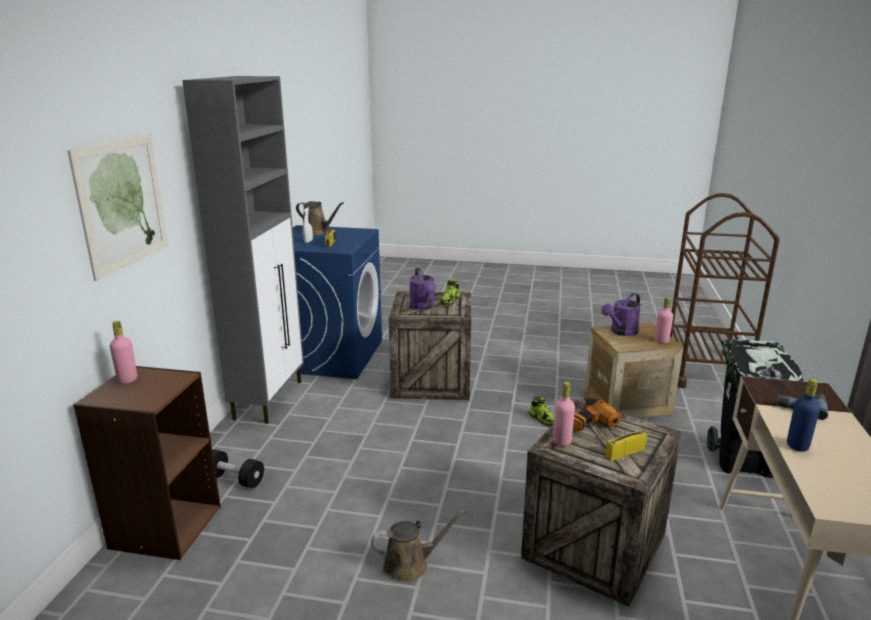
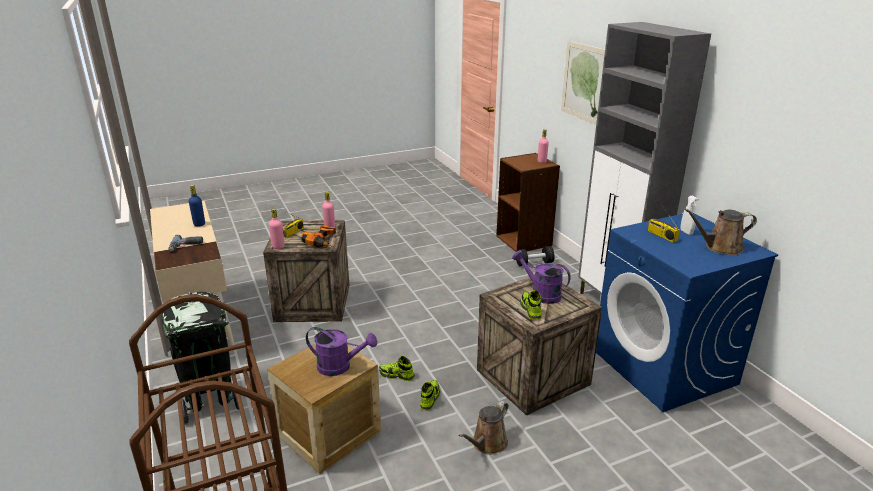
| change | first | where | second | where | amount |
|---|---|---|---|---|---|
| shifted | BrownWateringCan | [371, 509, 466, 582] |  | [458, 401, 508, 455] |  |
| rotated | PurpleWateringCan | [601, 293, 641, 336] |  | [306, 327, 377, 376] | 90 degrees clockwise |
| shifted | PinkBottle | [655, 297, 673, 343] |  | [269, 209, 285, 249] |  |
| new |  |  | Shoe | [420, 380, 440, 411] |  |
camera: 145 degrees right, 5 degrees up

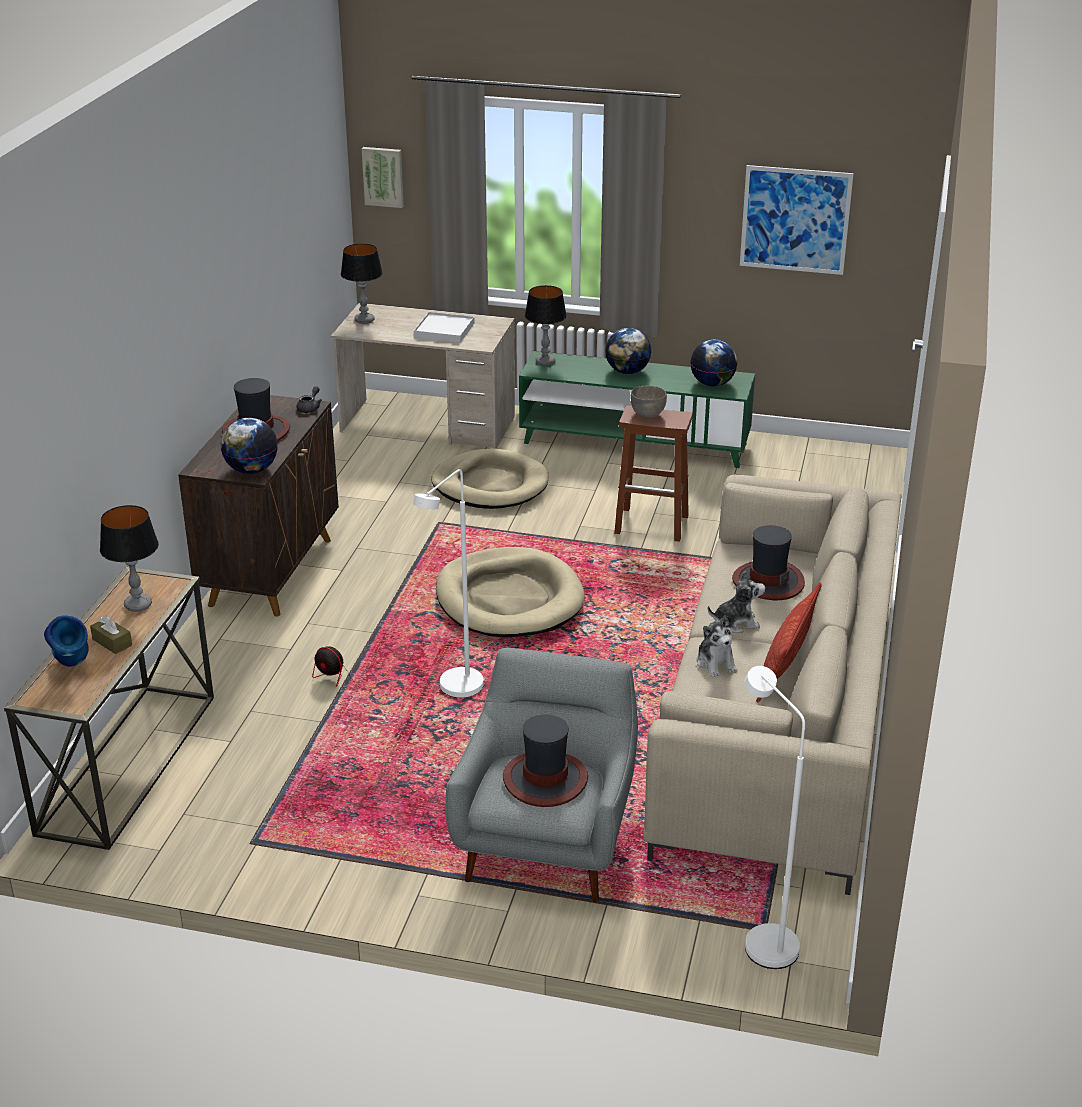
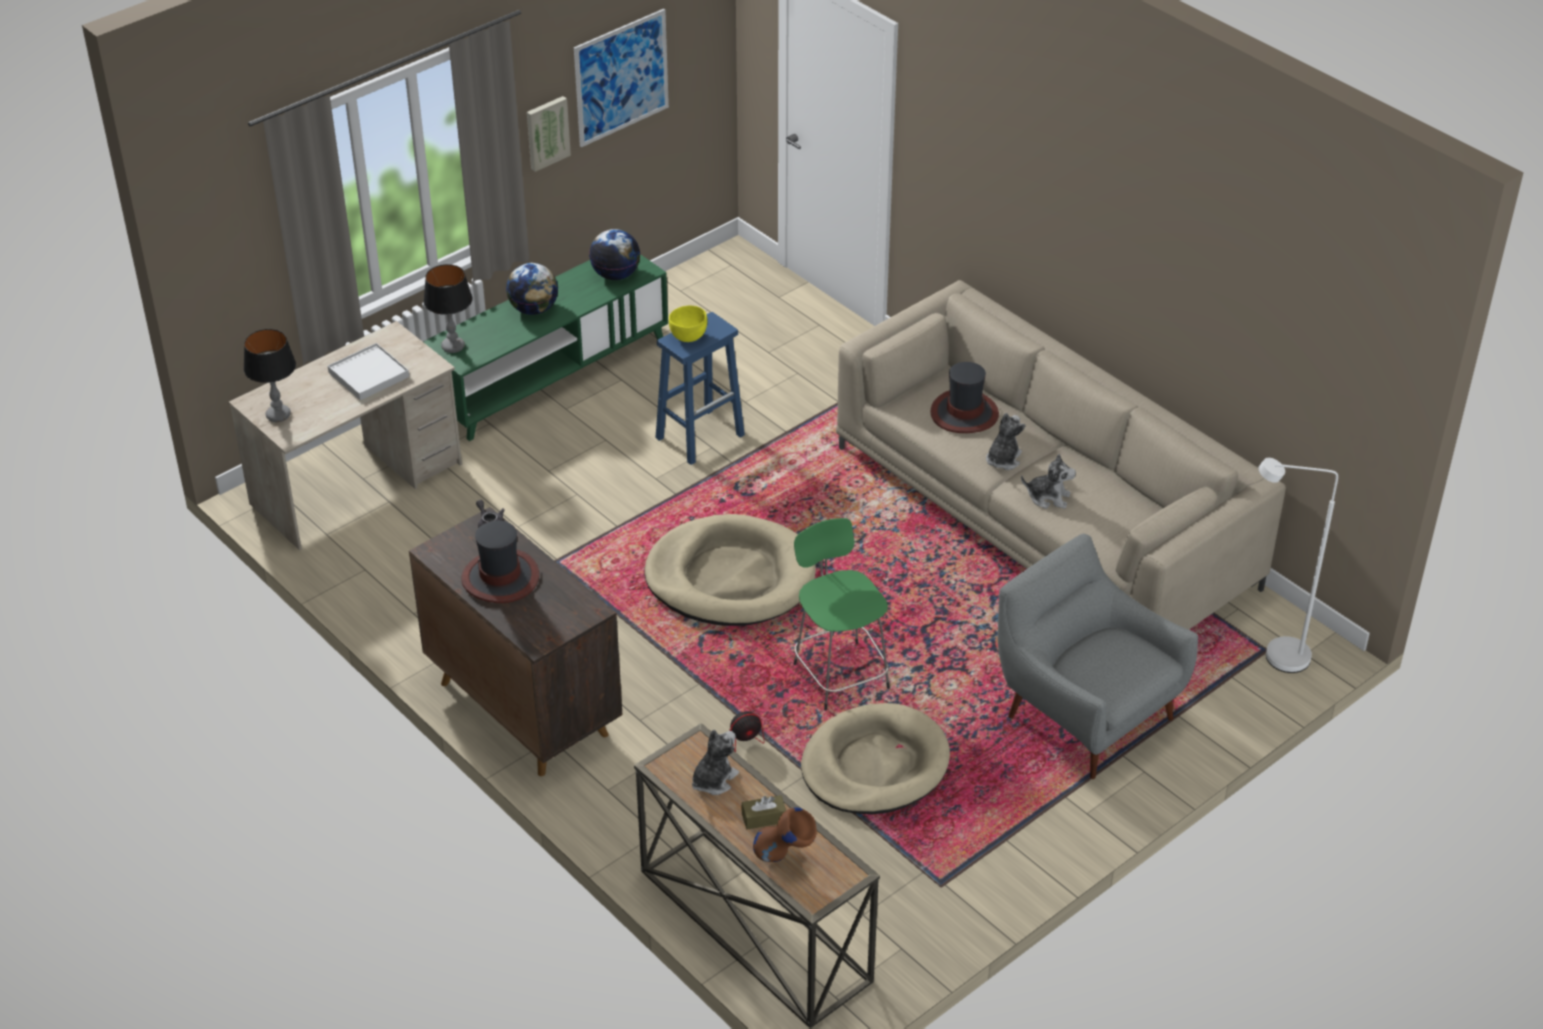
| change | first | where | second | where | amount |
|---|---|---|---|---|---|
| repainted | BlueVase | [44, 615, 89, 667] | BrownVase | [753, 807, 817, 862] |  |
| swapped | TableLamp | [100, 505, 159, 612] | PlushToy | [692, 730, 739, 795] |  |
| gone | Globe | [221, 418, 278, 474] |  |  |  |
| shifted | Picture | [362, 147, 404, 208] |  | [527, 96, 571, 172] |  |
| swapped | WhiteFloorLamp | [413, 469, 484, 698] | GreenStool | [794, 518, 890, 711] |  |
| shifted | BeigeDogBed | [431, 448, 548, 509] |  | [801, 703, 950, 814] |  |
| gone | Hat | [503, 714, 588, 807] |  |  |  |
| repainted | BrownStool | [614, 405, 693, 542] | BlueStool | [655, 312, 745, 465] |  |
| repainted | GreyBowl | [630, 386, 667, 418] | YellowBowl | [669, 306, 707, 342] |  |
| gone | Pillow | [756, 582, 821, 702] |  |  |  |
camera: 55 degrees left, 10 degrees up

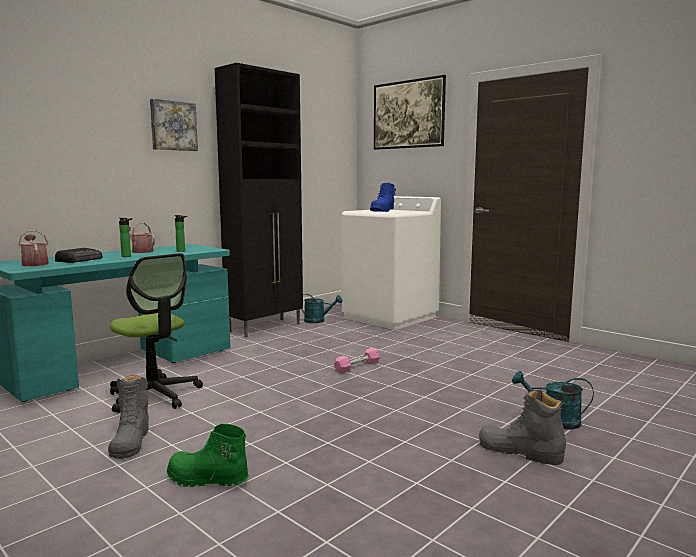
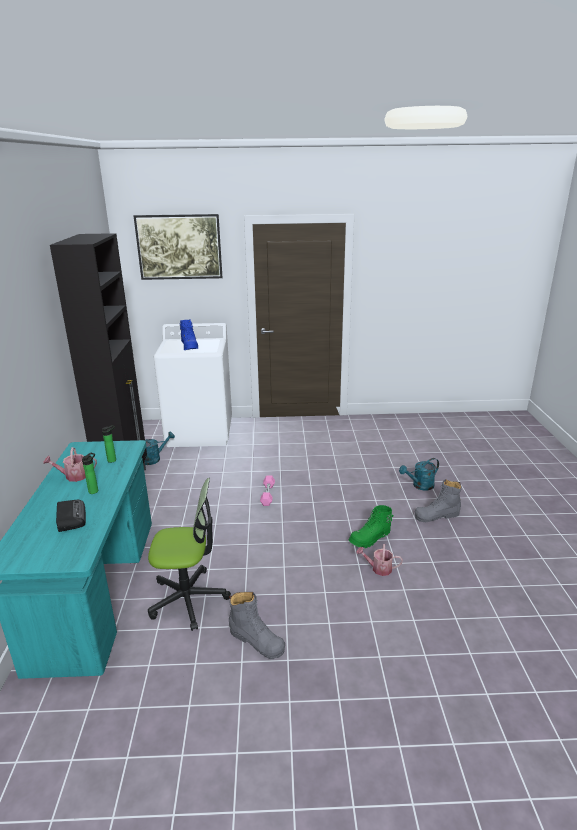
| change | first | where | second | where | amount |
|---|---|---|---|---|---|
| shifted | WateringCan | [18, 230, 49, 266] |  | [356, 544, 403, 576] |  |
| gone | Picture | [150, 99, 198, 151] |  |  |  |
| shifted | GreenBoot | [167, 424, 249, 487] |  | [349, 505, 394, 548] |  |
camera: 45 degrees left, 15 degrees up

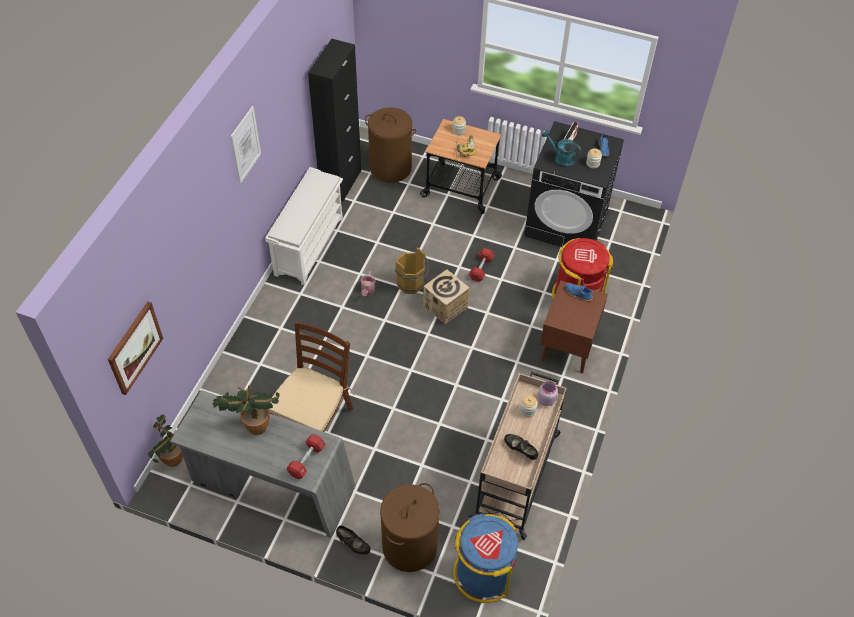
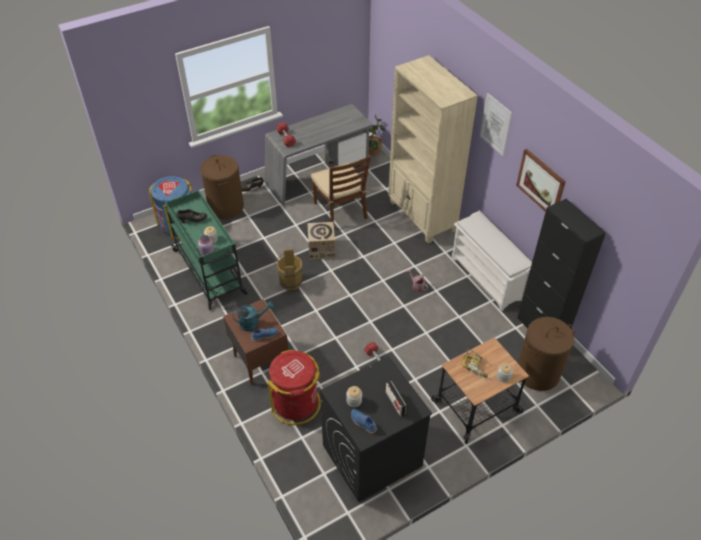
| change | first | where | second | where | amount |
|---|---|---|---|---|---|
| shifted | Picture | [108, 302, 163, 395] |  | [516, 149, 566, 212] |  |
| gone | PottedPlant | [212, 385, 280, 435] |  |  |  |
| shifted | BrownBucket | [395, 247, 429, 294] |  | [273, 249, 303, 290] |  |
| shifted | CardboardBox | [423, 269, 470, 324] |  | [307, 222, 335, 260] |  |
| repainted | BeigeCart | [468, 372, 567, 540] | GreenCart | [165, 190, 248, 310] |  |
| shifted | TurquoiseWateringCan | [542, 130, 581, 168] |  | [232, 301, 274, 331] |  |
| new |  |  | BeigeBookcase | [388, 55, 478, 243] |  |
camera: 130 degrees right, 5 degrees down

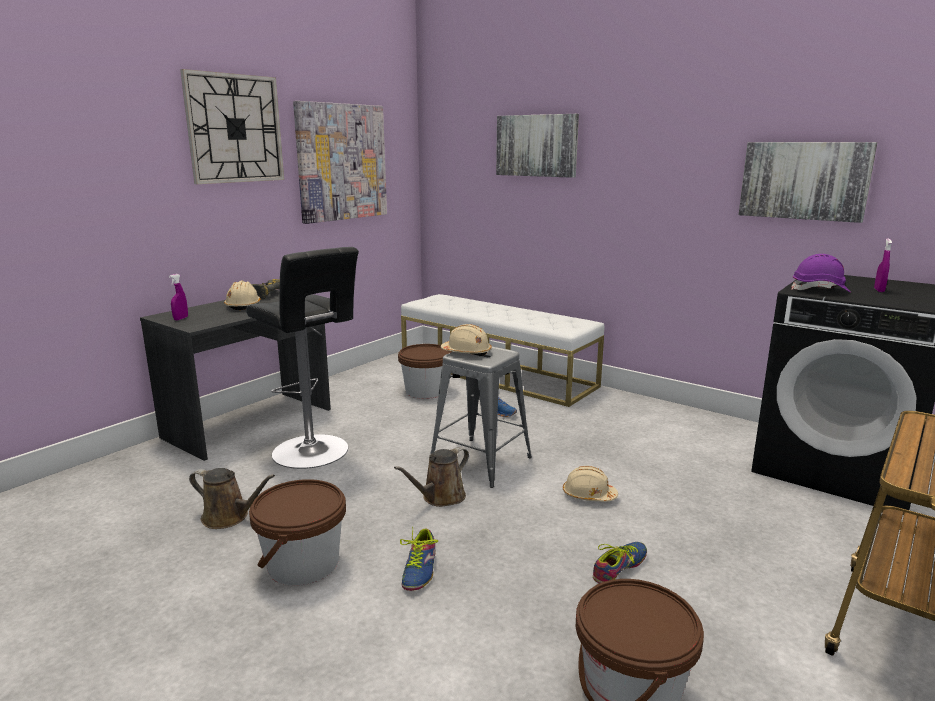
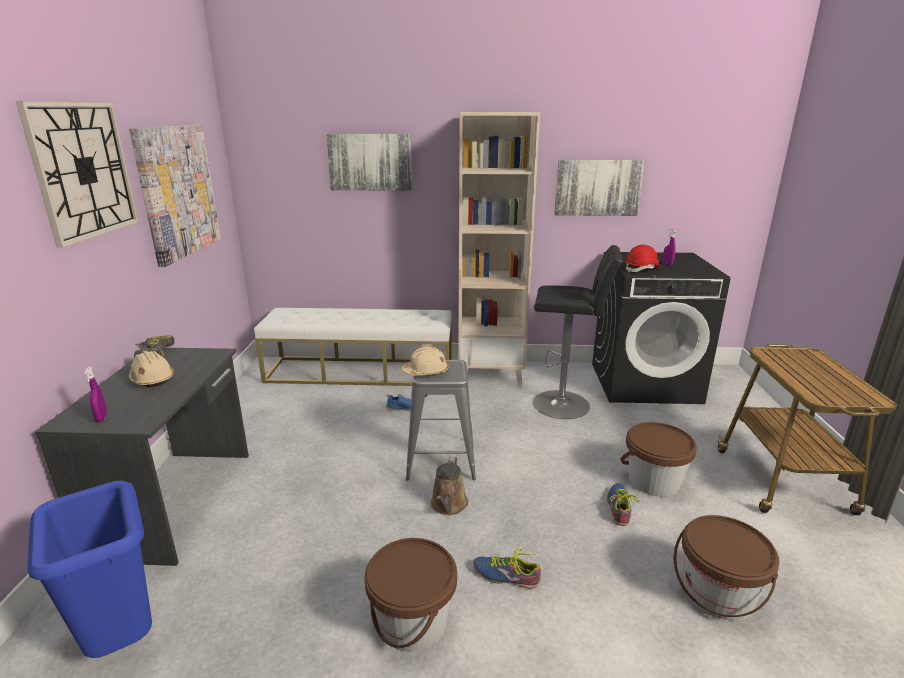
| change | first | where | second | where | amount |
|---|---|---|---|---|---|
| gone | BrownWateringCan | [189, 468, 275, 529] |  |  |  |
| shifted | BlackStool | [246, 247, 359, 469] |  | [533, 245, 623, 419] |  |
| shifted | BrownBucket | [398, 344, 453, 399] |  | [620, 422, 697, 497] |  |
| rotated | Shoe | [400, 526, 438, 591] |  | [473, 548, 541, 589] | 135 degrees clockwise |
| gone | BeigeHardHat | [563, 466, 618, 501] |  |  |  |
| repainted | PurpleHardHat | [791, 254, 851, 293] | RedHardHat | [625, 244, 661, 273] |  |
| new |  |  | BlueTrashCan | [28, 480, 152, 658] |  |
| new |  |  | BeigeBookcase | [458, 112, 540, 386] |  |
camera: 35 degrees left, 5 degrees up

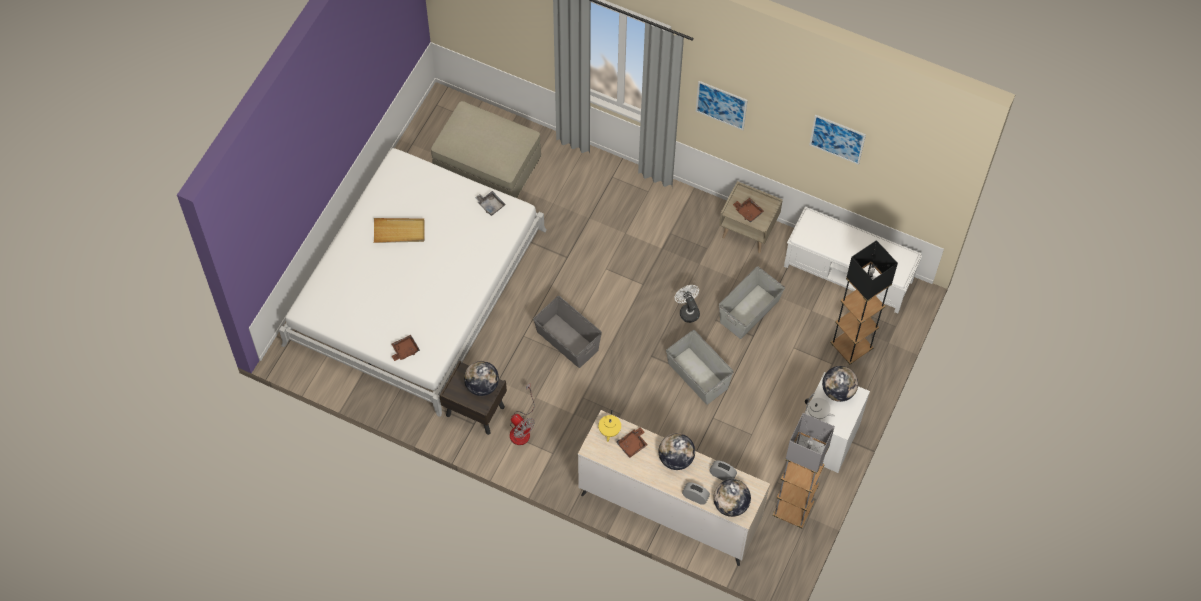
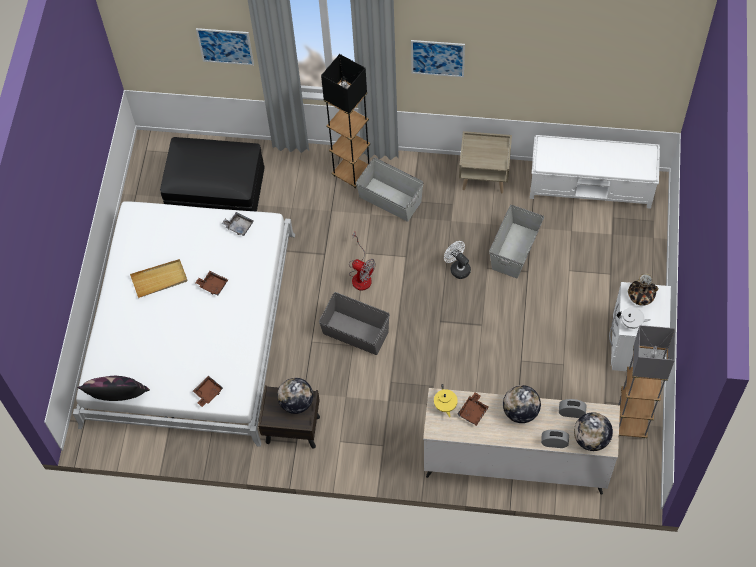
| change | first | where | second | where | amount |
|---|---|---|---|---|---|
| repainted | BeigeOttoman | [431, 101, 541, 198] | BlackOttoman | [160, 137, 265, 212] |  |
| shifted | Fan | [510, 383, 535, 445] |  | [349, 232, 375, 290] |  |
| shifted | GreyStorageBox | [666, 330, 734, 405] |  | [356, 157, 424, 222] |  |
| shifted | BrownTray | [733, 198, 764, 223] |  | [195, 271, 228, 295] |  |
| shifted | Picture | [809, 115, 866, 165] |  | [196, 28, 254, 65] |  |
| swapped | Globe | [822, 366, 858, 402] | Vase | [628, 273, 659, 306] |  |
| shifted | BlackFloorLamp | [830, 240, 898, 365] |  | [321, 54, 370, 188] |  |
| new |  |  | Pillow | [77, 376, 150, 401] |  |
camera: 15 degrees left, 0 degrees up

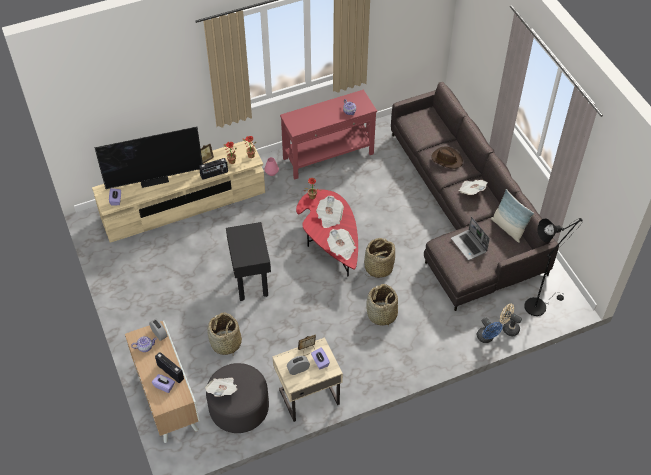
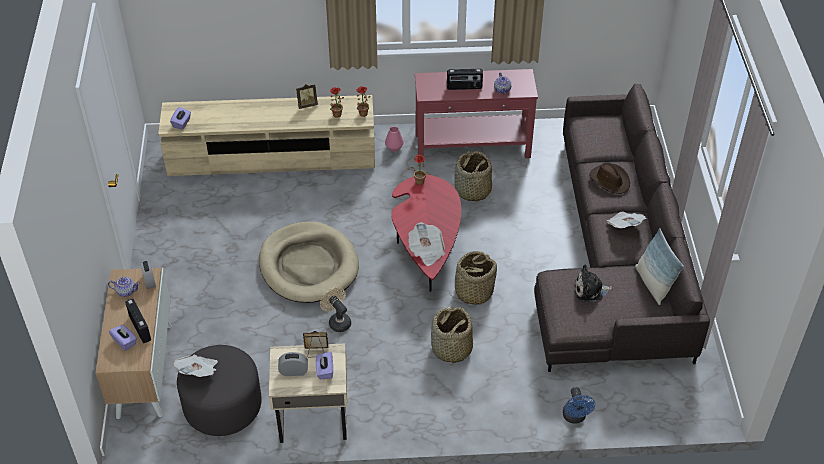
| change | first | where | second | where | amount |
|---|---|---|---|---|---|
| gone | Television | [94, 126, 203, 189] |  |  |  |
| shifted | Radio | [199, 158, 228, 180] |  | [447, 69, 483, 90] |  |
| shifted | Basket | [207, 312, 242, 356] |  | [454, 151, 492, 202] |  |
| swapped | BlackSideTable | [226, 222, 271, 301] | BeigeDogBed | [259, 222, 359, 303] |  |
| gone | Newspaper | [316, 196, 344, 228] |  |  |  |
| swapped | Laptop | [451, 217, 490, 260] | PlushToy | [575, 264, 613, 302] |  |
| shifted | BeigeFan | [500, 304, 522, 336] |  | [320, 287, 351, 332] |  |
| gone | BlackFloorLamp | [524, 218, 582, 316] |  |  |  |
camera: 20 degrees right, 5 degrees down

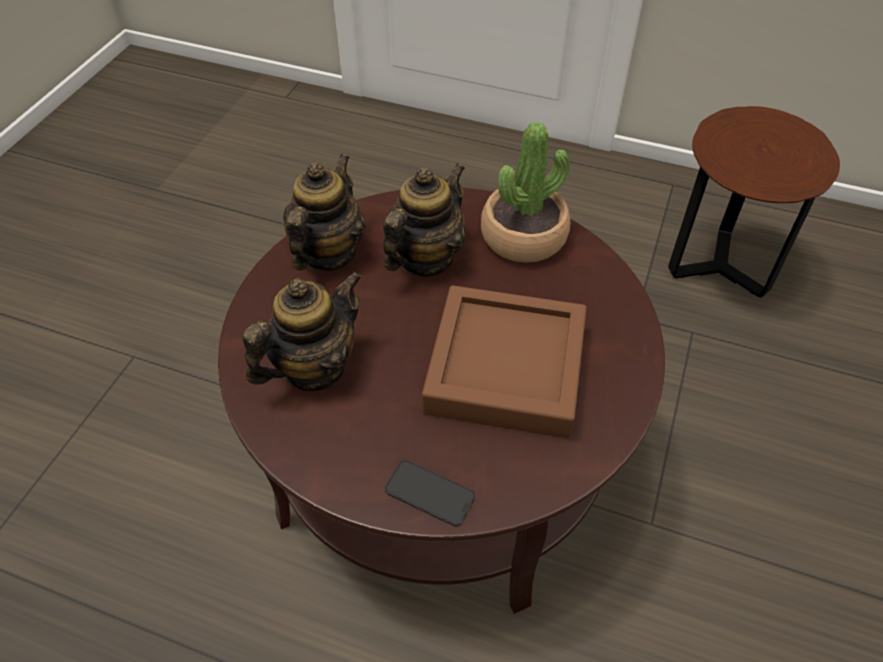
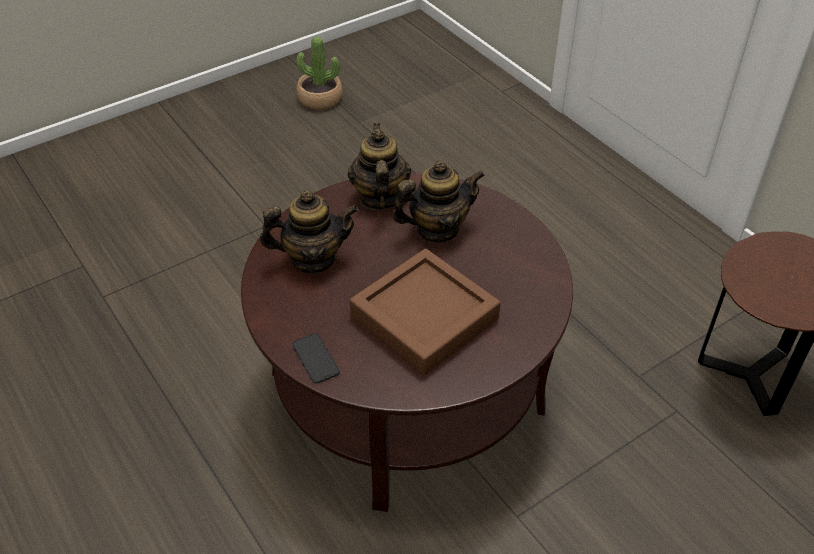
| change | first | where | second | where | amount |
|---|---|---|---|---|---|
| rotated | Teapot | [283, 154, 366, 271] |  | [348, 123, 411, 210] | 60 degrees counterclockwise |
| shifted | PottedPlant | [481, 122, 570, 263] |  | [296, 36, 343, 110] |  |
camera: 35 degrees right, 5 degrees down

